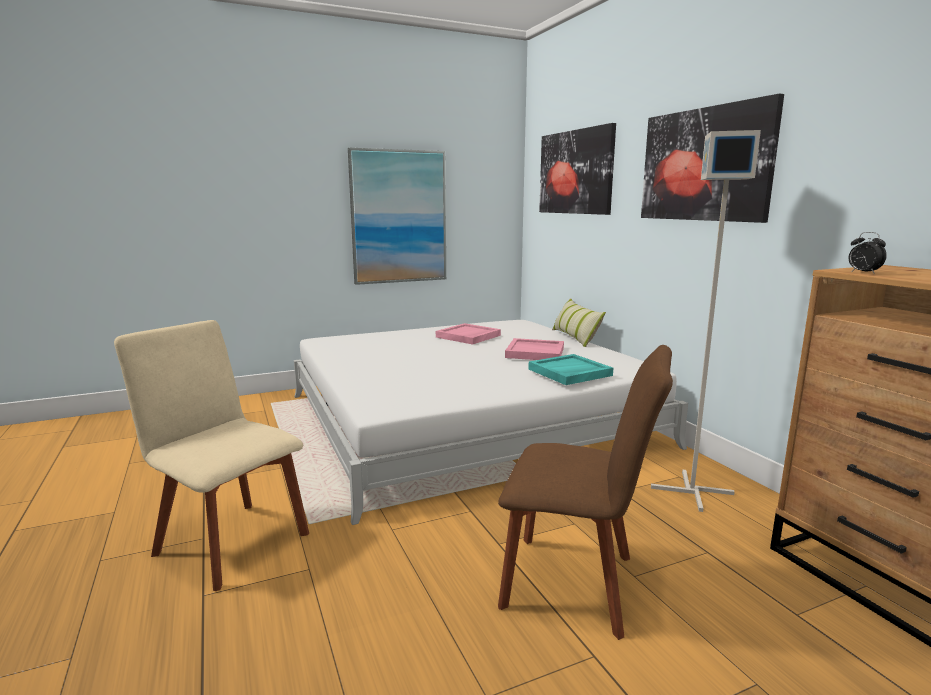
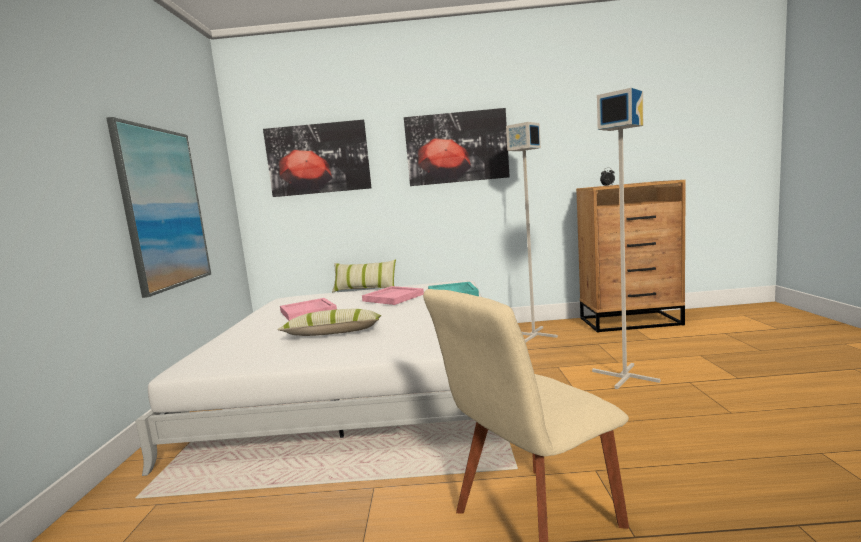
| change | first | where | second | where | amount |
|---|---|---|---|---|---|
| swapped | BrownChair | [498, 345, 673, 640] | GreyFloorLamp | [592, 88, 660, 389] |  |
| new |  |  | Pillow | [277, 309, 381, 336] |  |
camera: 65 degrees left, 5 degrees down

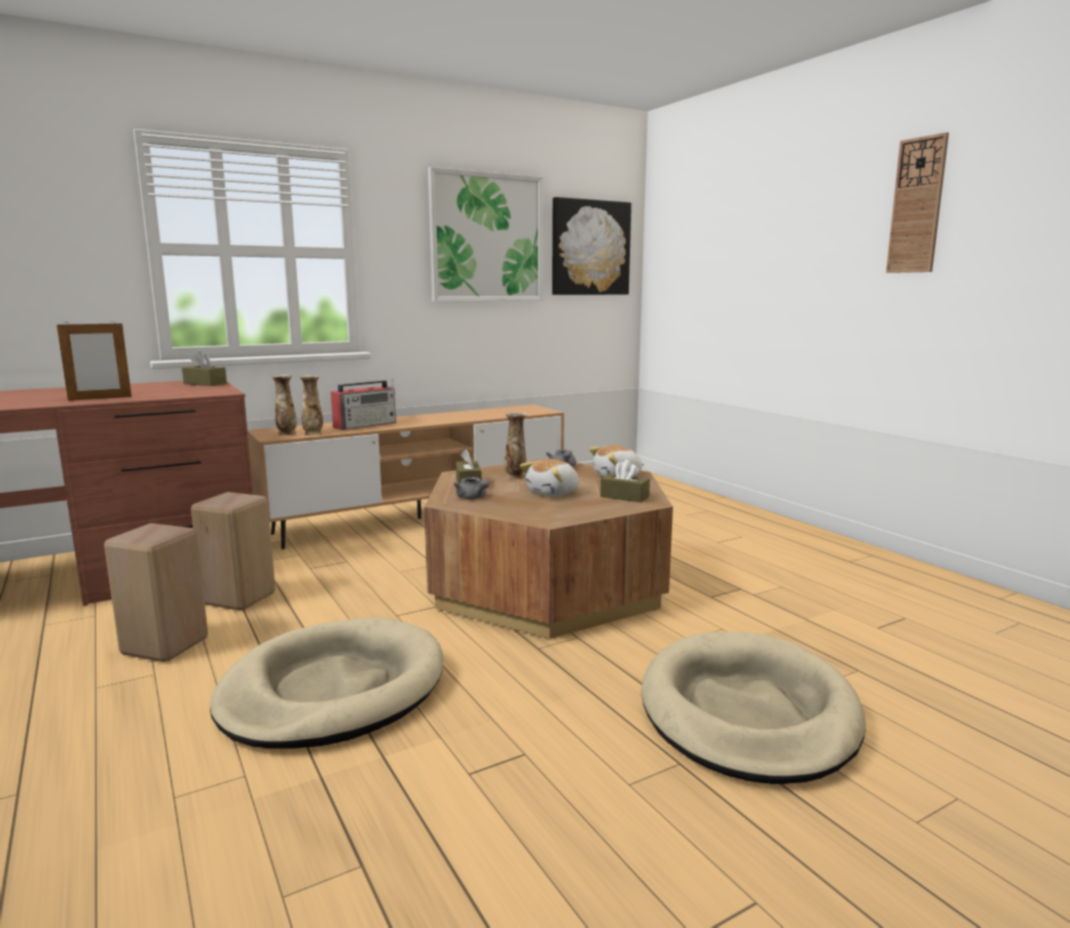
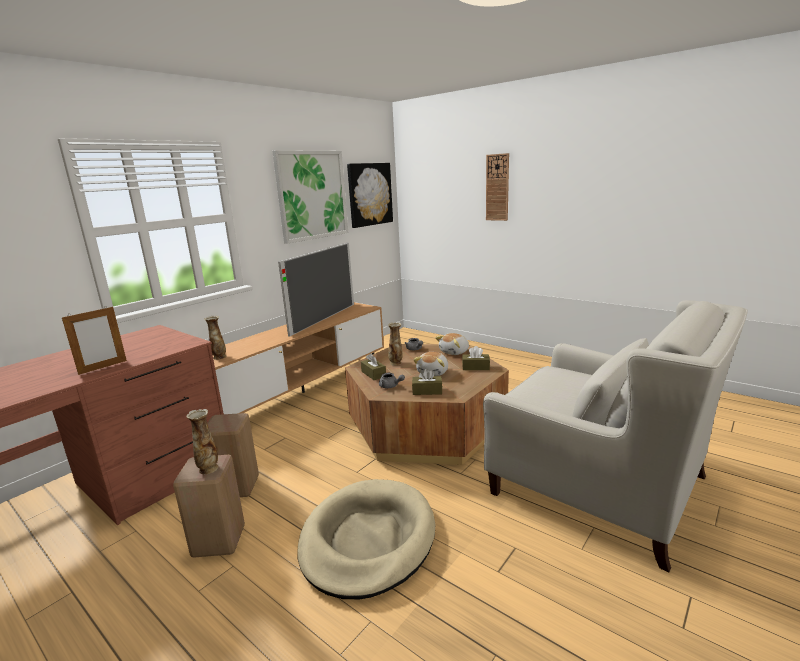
| change | first | where | second | where | amount |
|---|---|---|---|---|---|
| shifted | BrownTissueBox | [182, 351, 227, 386] |  | [412, 369, 442, 395] |  |
| shifted | Vase | [300, 375, 323, 436] |  | [187, 409, 218, 474] |  |
| gone | Radio | [331, 378, 396, 430] |  |  |  |
| swapped | BeigeDogBed | [641, 632, 866, 784] | WhiteArmchair | [483, 300, 748, 572] |  |
| shifted | WallClock | [886, 132, 949, 273] |  | [486, 153, 509, 221] |  |
| new |  |  | Television | [278, 242, 354, 337] |  |
camera: 20 degrees left, 5 degrees up

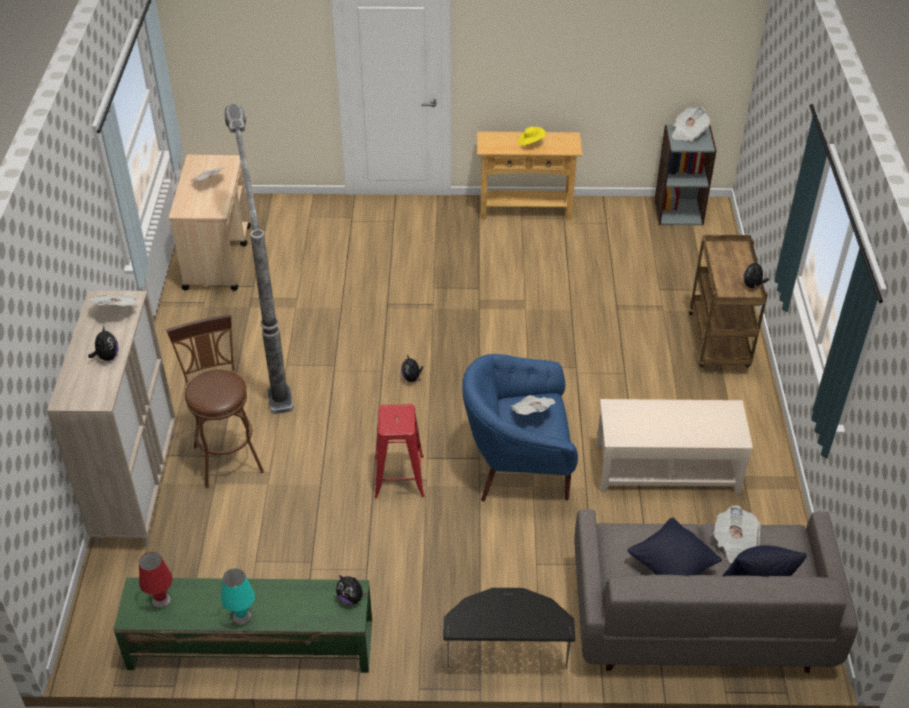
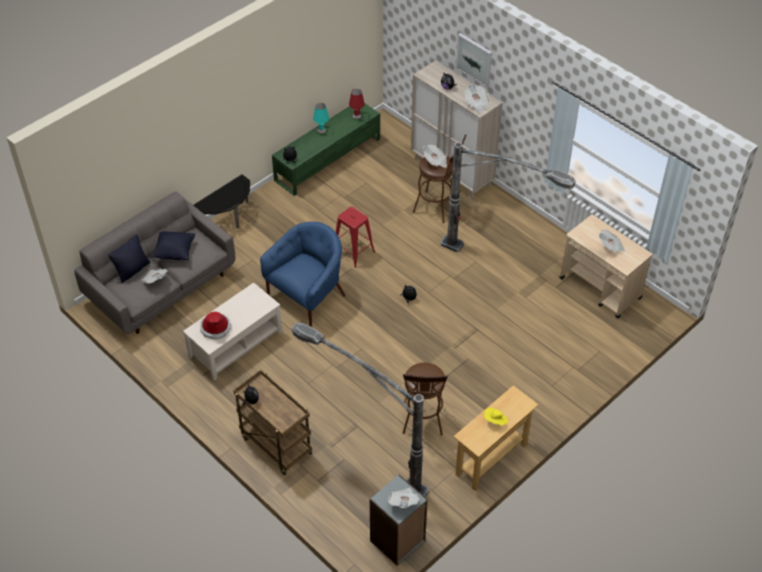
| change | first | where | second | where | amount |
|---|---|---|---|---|---|
| shifted | Newspaper | [511, 395, 556, 415] |  | [423, 144, 447, 168] |  |
| new |  |  | Hat | [200, 312, 231, 340] |  |
| new |  |  | FloorLamp | [292, 323, 429, 497] |  |
| new |  |  | BrownStool | [402, 363, 448, 436] |  |
| new |  |  | Picture | [456, 33, 492, 88] |  |
camera: 135 degrees right, 5 degrees up

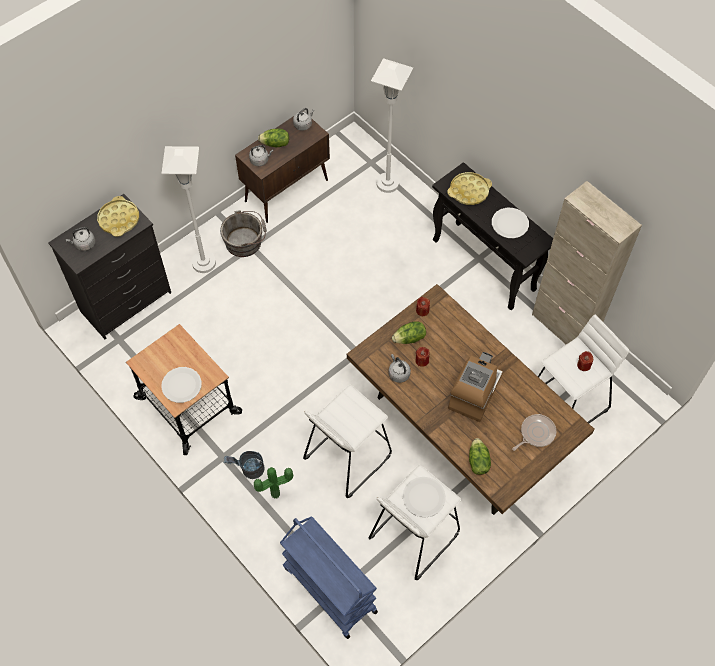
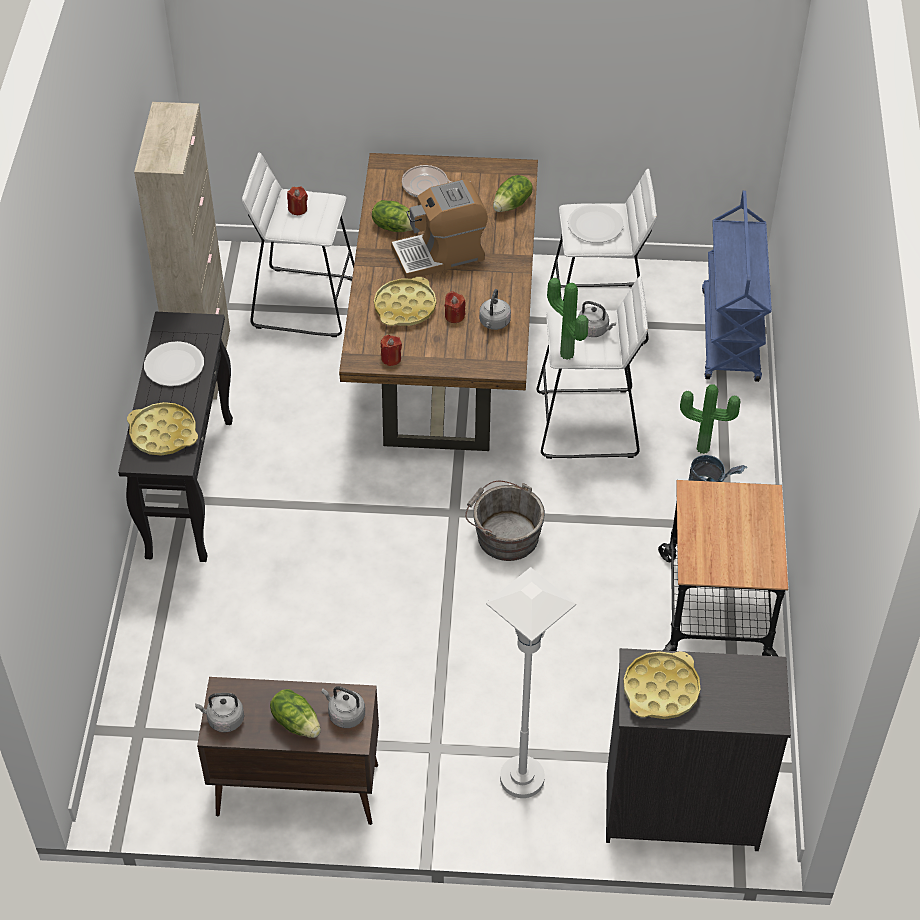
| change | first | where | second | where | amount |
|---|---|---|---|---|---|
| shifted | GreyKettle | [66, 227, 95, 251] |  | [578, 301, 616, 337] |  |
| gone | WhitePlate | [161, 367, 202, 403] |  |  |  |
| shifted | GreyBucket | [220, 210, 267, 257] |  | [465, 481, 545, 561] |  |
| gone | WhiteFloorLamp | [371, 58, 413, 193] |  |  |  |
| shifted | Lettuce | [392, 321, 426, 344] |  | [372, 200, 413, 232] |  |
| new |  |  | YellowTray | [374, 277, 436, 326] |  |
| new |  |  | PottedPlant | [547, 278, 588, 360] |  |
camera: 135 degrees left, 10 degrees down

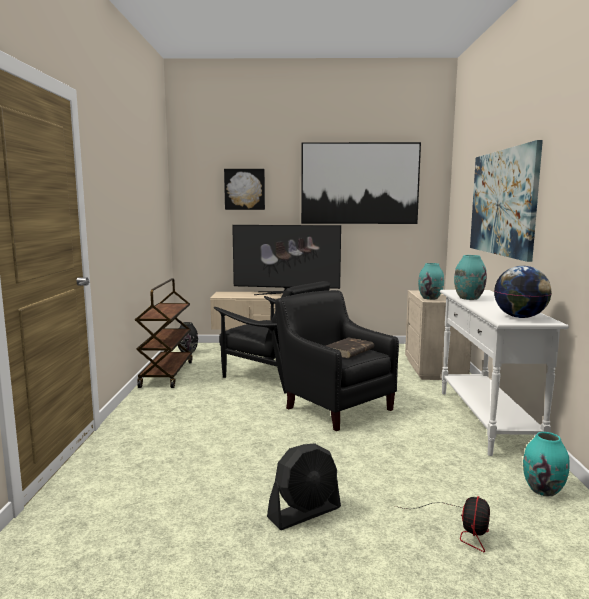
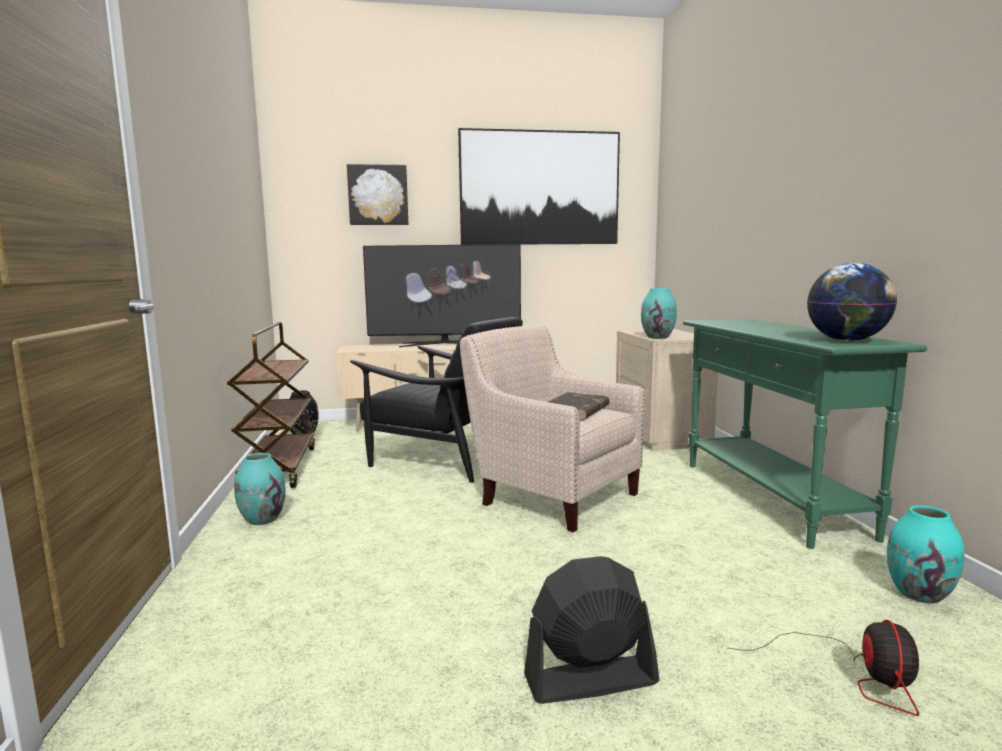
| change | first | where | second | where | amount |
|---|---|---|---|---|---|
| rotated | BlackFan | [267, 444, 341, 530] |  | [524, 556, 659, 704] | 150 degrees counterclockwise |
| repainted | BlackArmchair | [275, 290, 399, 431] | BeigeArmchair | [460, 326, 645, 532] |  |
| repainted | WhiteConsoleTable | [440, 290, 569, 456] | GreenConsoleTable | [683, 319, 927, 549] |  |
| shifted | TurquoiseVase | [454, 255, 487, 300] |  | [234, 453, 286, 525] |  |
| gone | Picture | [470, 140, 543, 262] |  |  |  |
camera: 10 degrees left, 0 degrees up

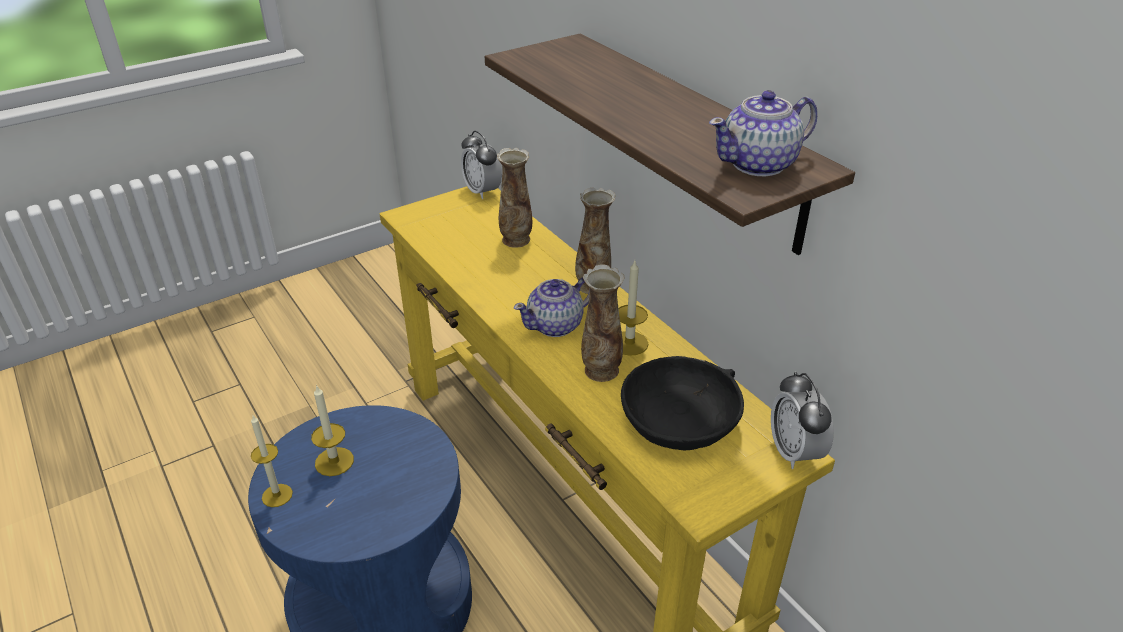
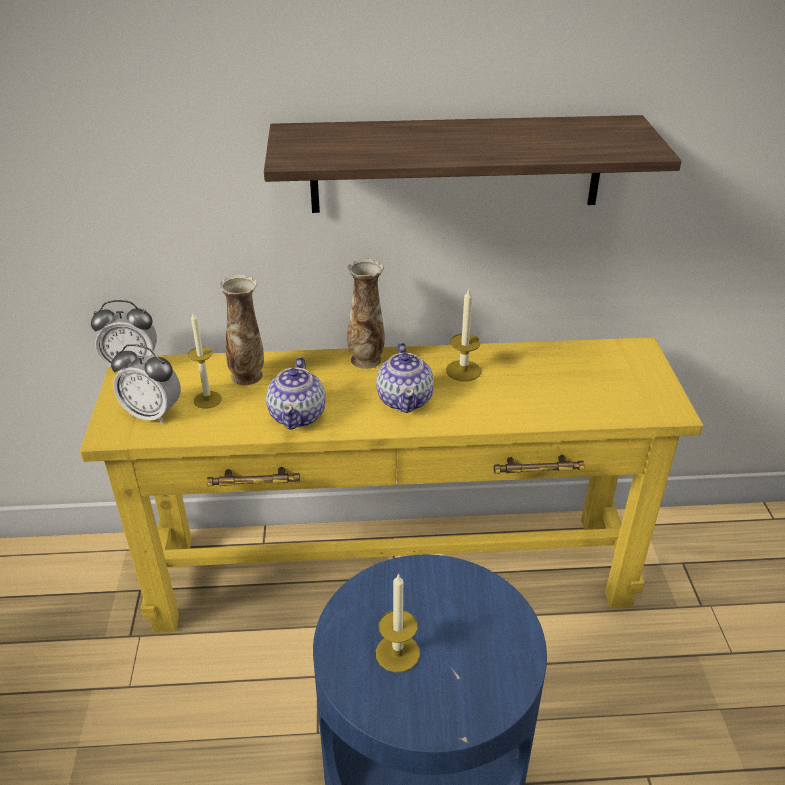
| change | first | where | second | where | amount |
|---|---|---|---|---|---|
| shifted | Candle | [251, 416, 293, 507] |  | [188, 313, 222, 408] |  |
| gone | Vase | [581, 264, 624, 382] |  |  |  |
| gone | BlackBowl | [621, 356, 744, 450] |  |  |  |
| shifted | Teapot | [709, 90, 817, 176] |  | [266, 357, 326, 430] |  |
| shifted | AlarmClock | [771, 372, 834, 469] |  | [111, 344, 181, 424] |  |
camera: 60 degrees left, 0 degrees up

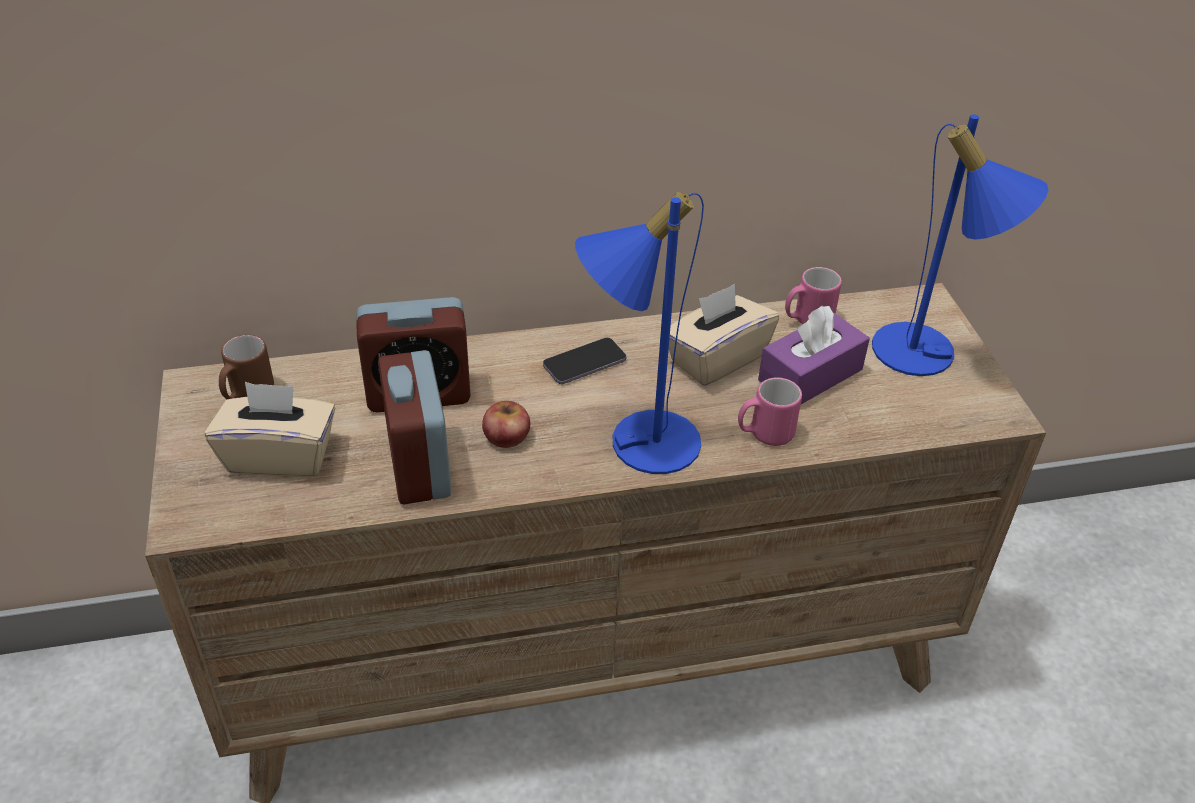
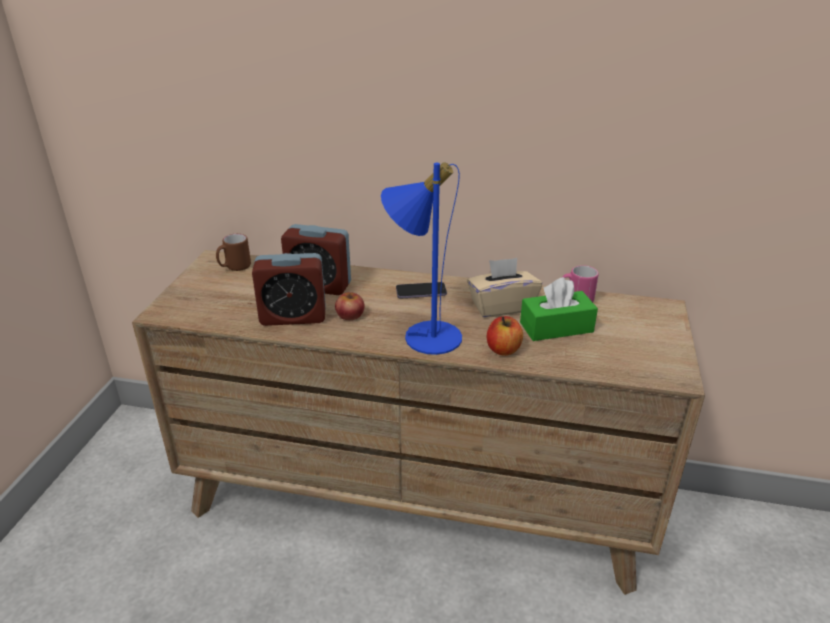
| change | first | where | second | where | amount |
|---|---|---|---|---|---|
| gone | BeigeTissueBox | [205, 382, 335, 477] |  |  |  |
| rotated | AlarmClock | [378, 350, 451, 504] |  | [252, 253, 326, 326] | 105 degrees counterclockwise |
| swapped | PinkMug | [738, 377, 802, 446] | Apple | [487, 316, 523, 356] |  |
| repainted | PurpleTissueBox | [758, 306, 870, 404] | GreenTissueBox | [520, 277, 598, 341] |  |
| gone | BlueTableLamp | [872, 114, 1048, 376] |  |  |  |
camera: 25 degrees right, 10 degrees down

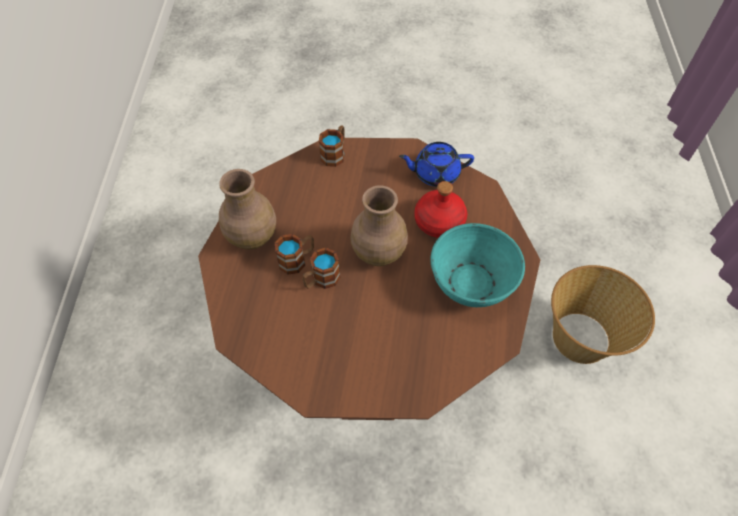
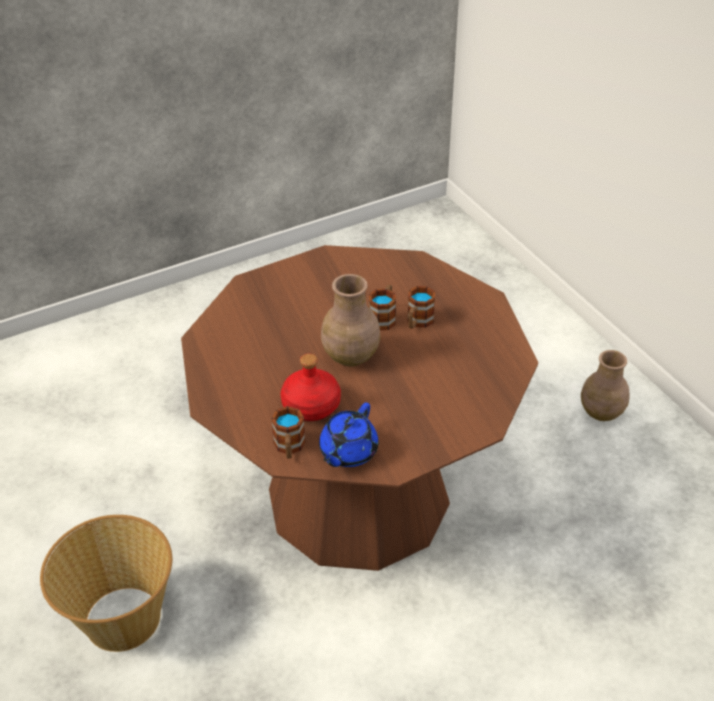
| change | first | where | second | where | amount |
|---|---|---|---|---|---|
| shifted | BrownVase | [219, 169, 276, 249] |  | [581, 350, 629, 421] |  |
| shifted | Mug | [319, 125, 345, 167] |  | [271, 406, 305, 459] |  |
| rotated | BlueTeapot | [399, 142, 474, 187] |  | [319, 403, 379, 467] | 150 degrees clockwise |
| gone | TurquoiseBowl | [431, 223, 525, 307] |  |  |  |
camera: 150 degrees right, 15 degrees down

